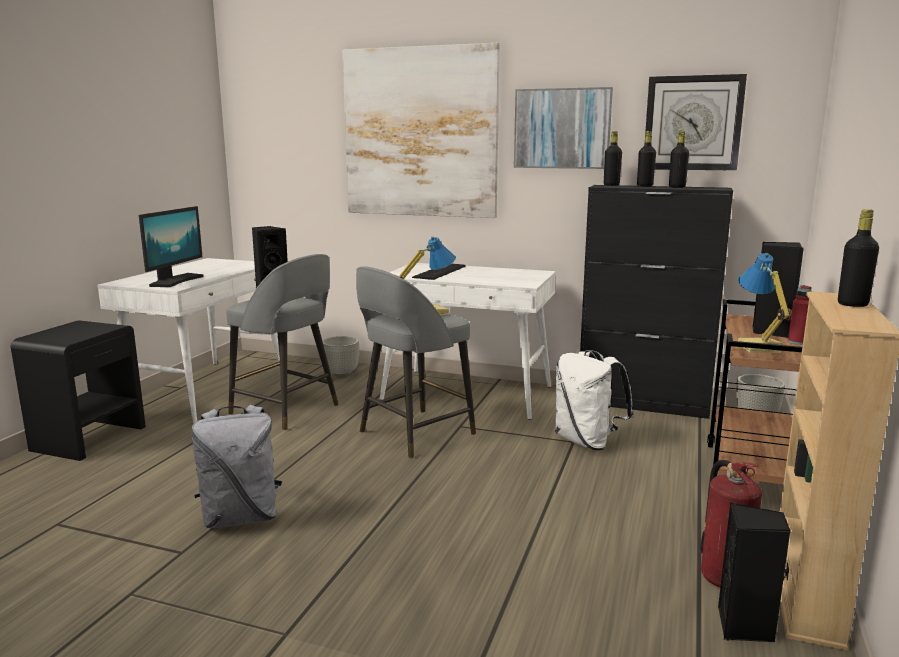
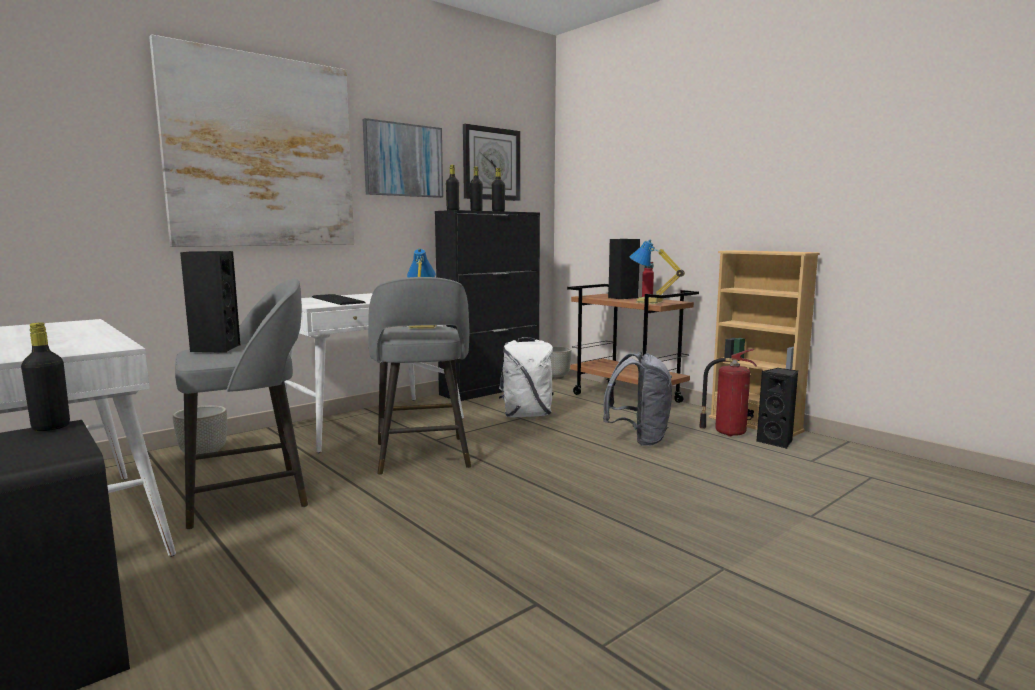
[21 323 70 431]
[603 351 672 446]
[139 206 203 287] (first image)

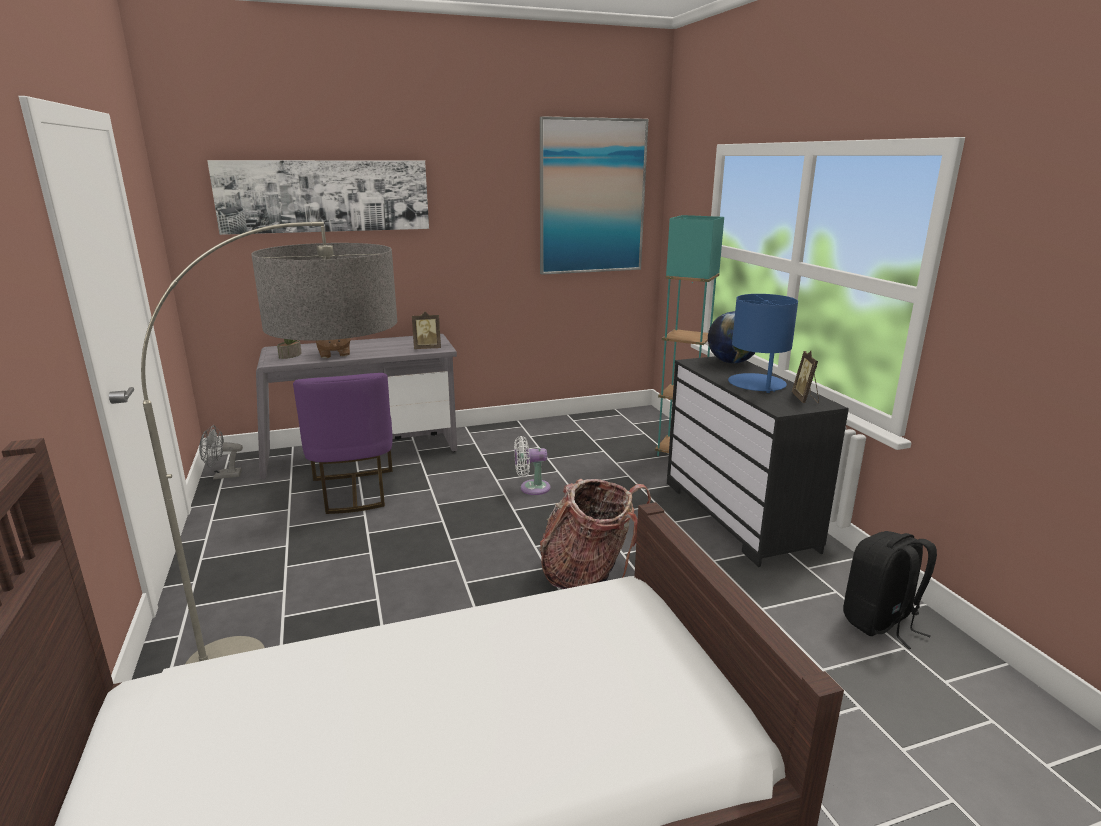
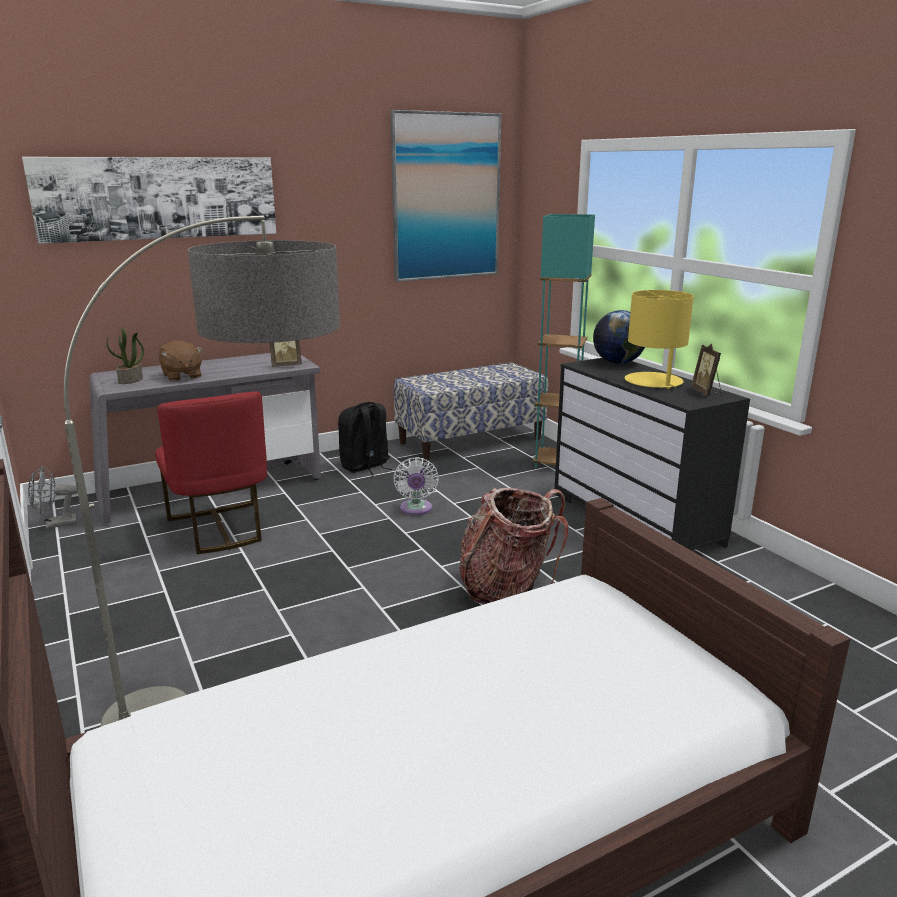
[155 391 267 554]
[338 402 392 476]
[393 457 439 515]
[394 362 549 461]
[624 290 694 389]

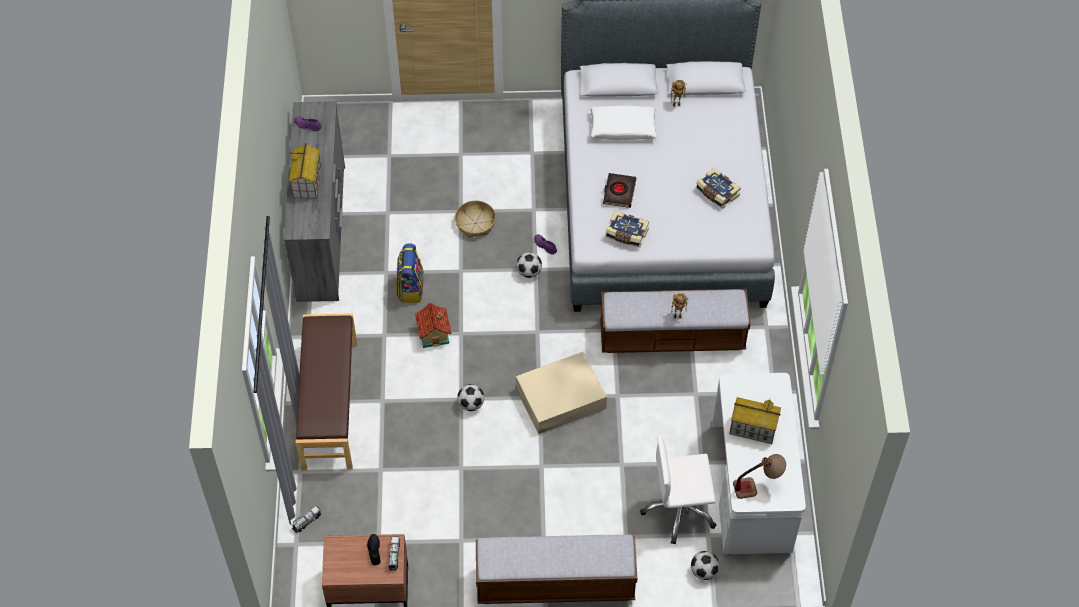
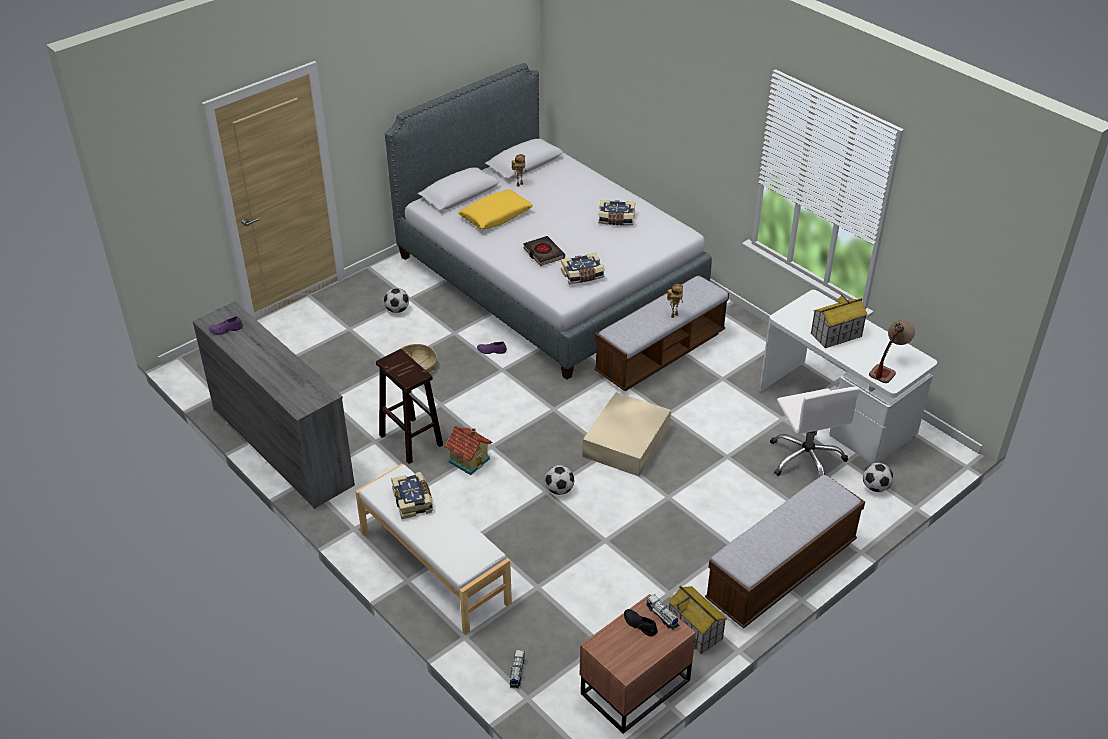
[355 464 512 635]
[376 349 443 464]
[384 288 409 313]
[391 472 433 519]
[458 190 533 229]
[668 586 727 654]
[770 386 860 477]

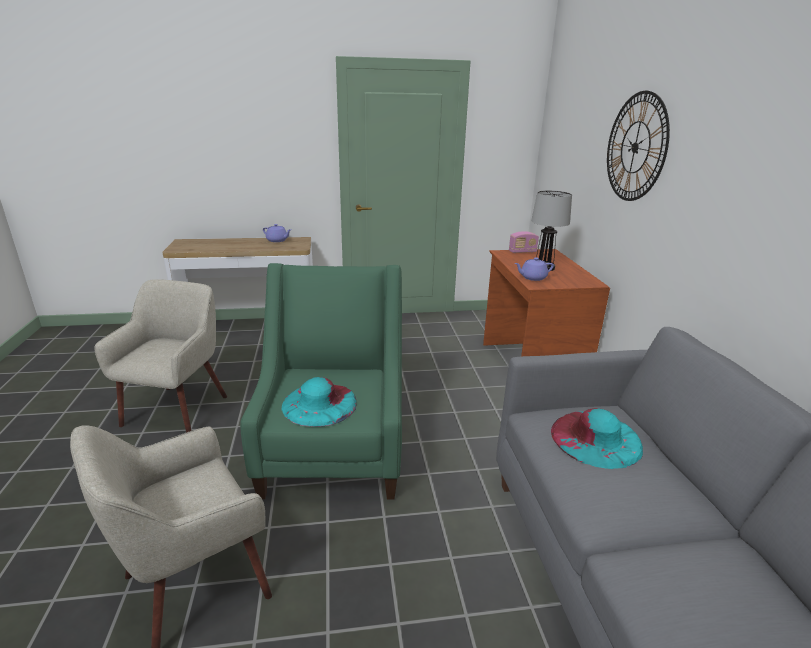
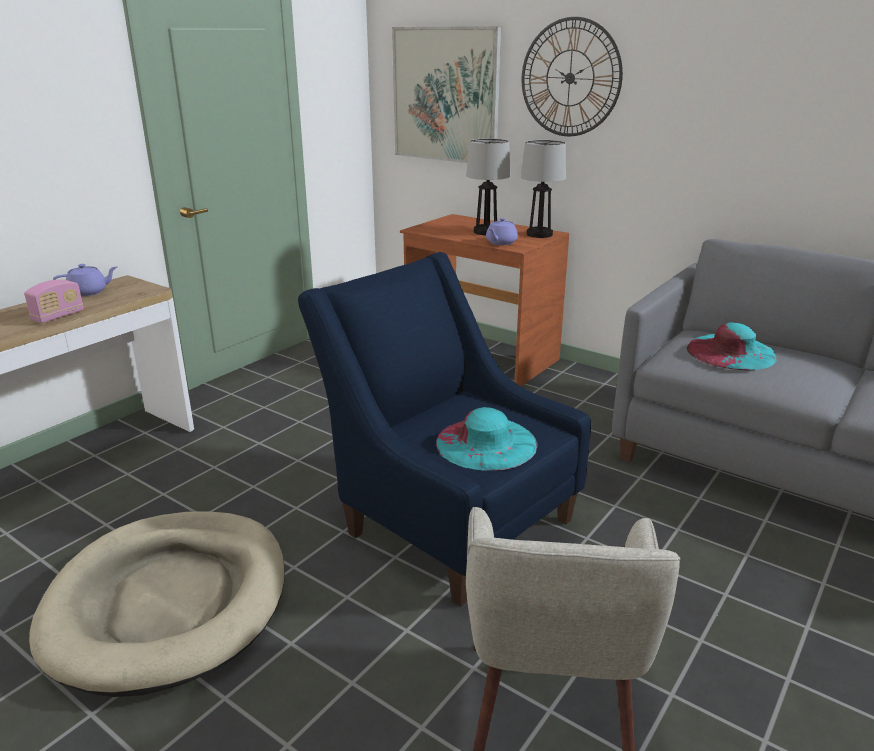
[24 279 84 323]
[29 511 285 697]
[298 252 591 607]
[392 26 501 163]
[521 140 566 238]

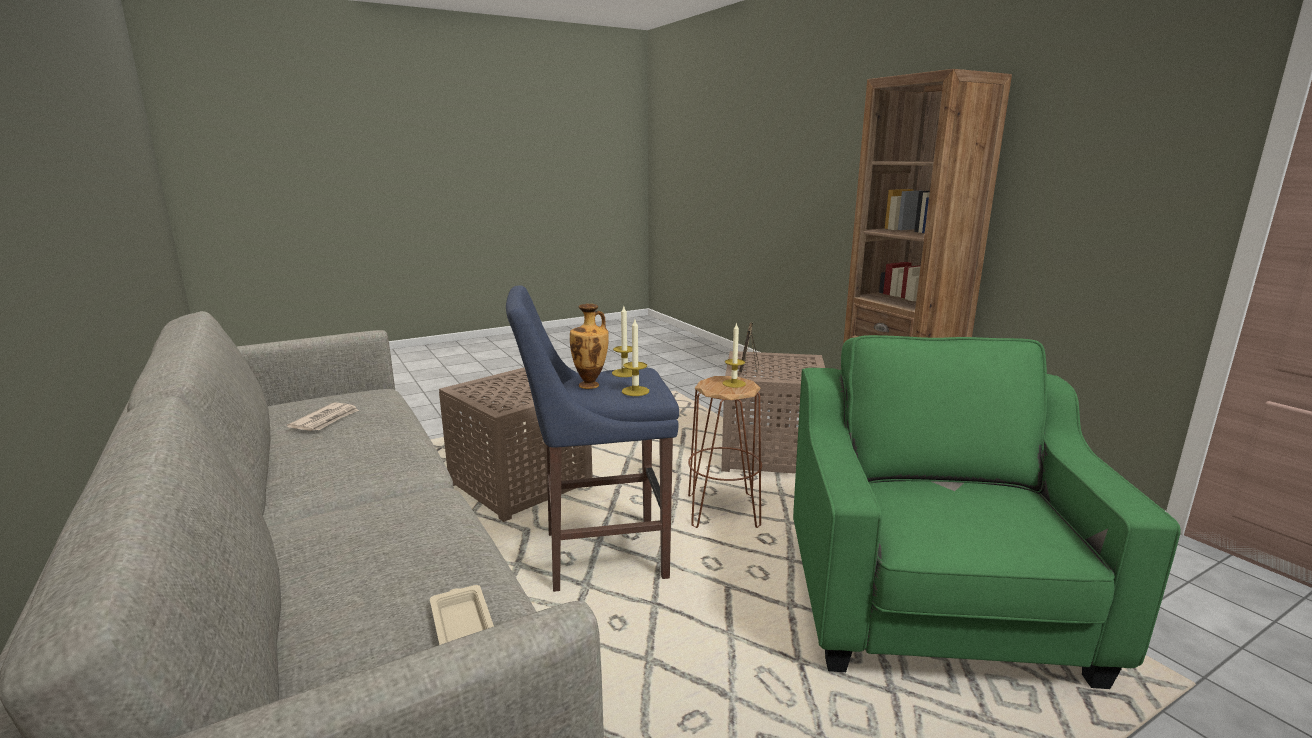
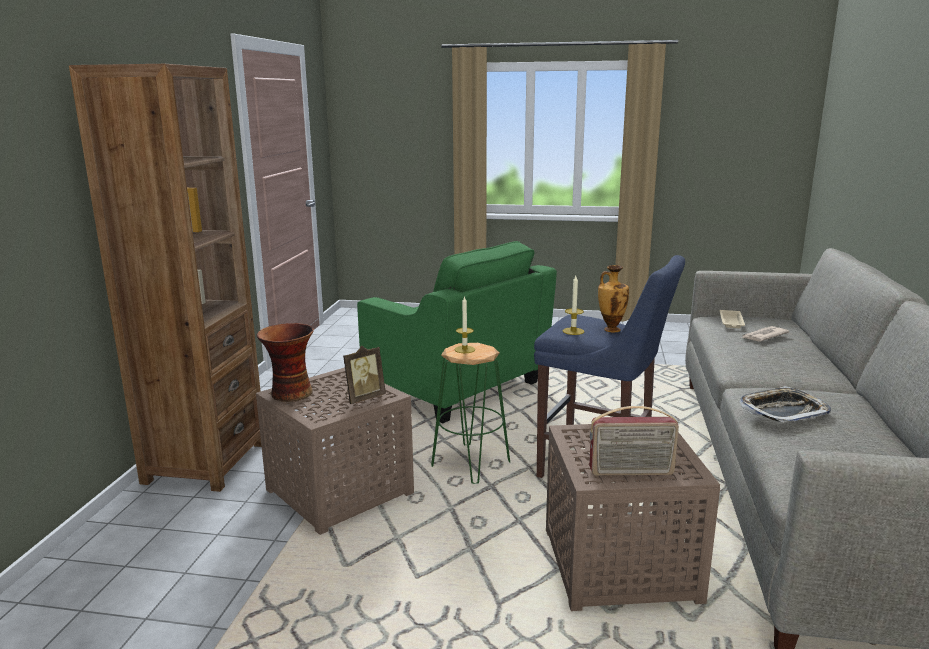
[257 323 314 402]
[357 241 557 423]
[431 343 510 484]
[589 406 679 476]
[739 386 831 423]
[742 326 789 342]
[622 319 649 396] (first image)

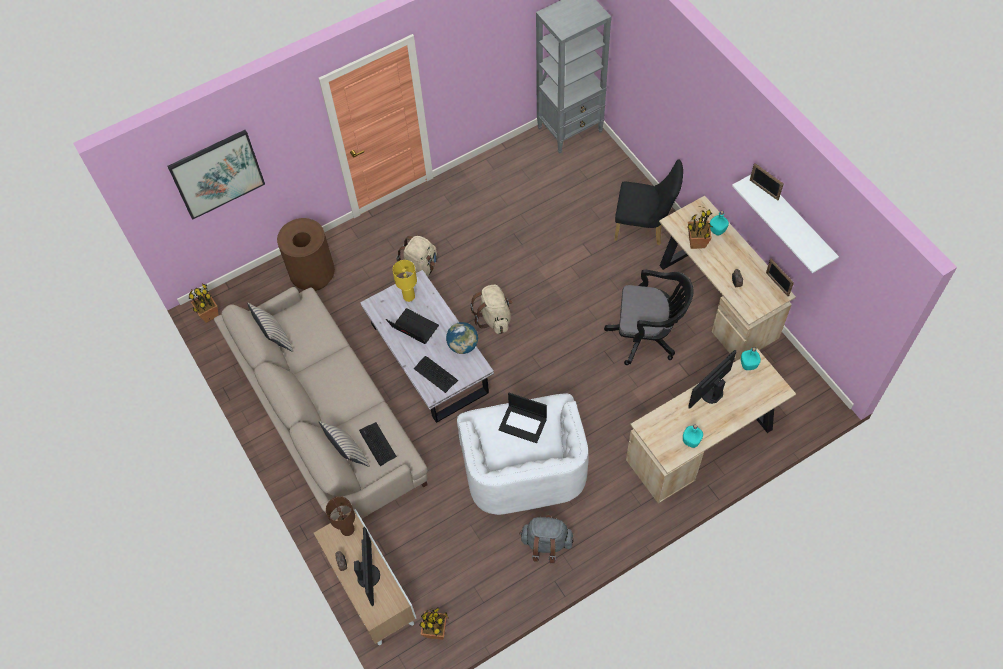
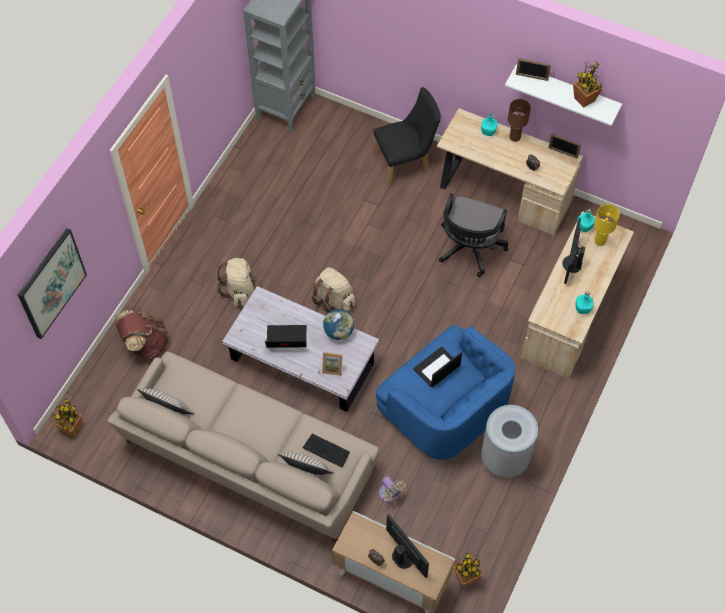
[115 310 169 360]
[322 352 343 376]
[376 325 515 460]
[379 476 406 502]
[413 346 462 387]
[439 193 508 277]
[481 405 538 478]
[508 99 531 142]
[573 61 603 108]
[594 204 620 246]

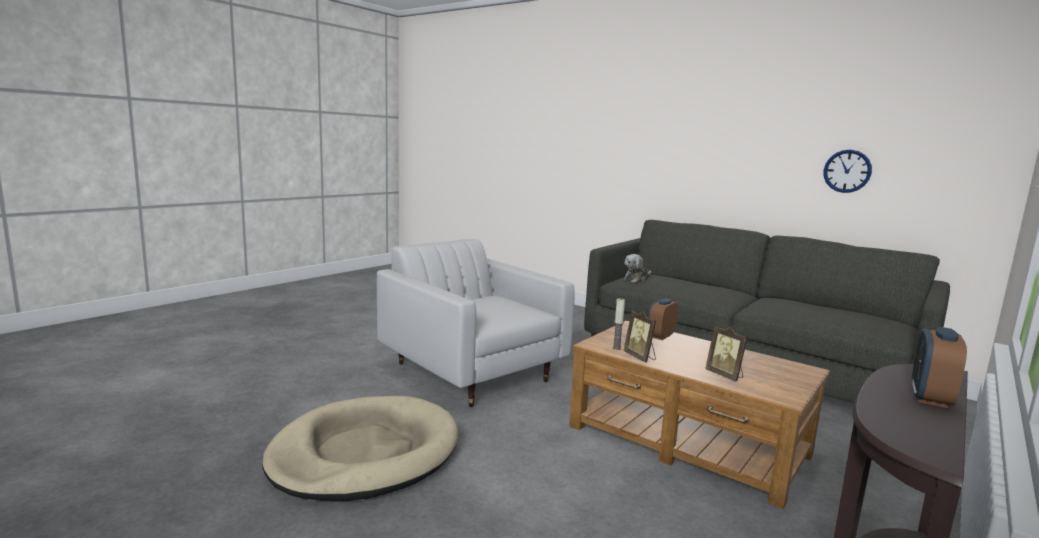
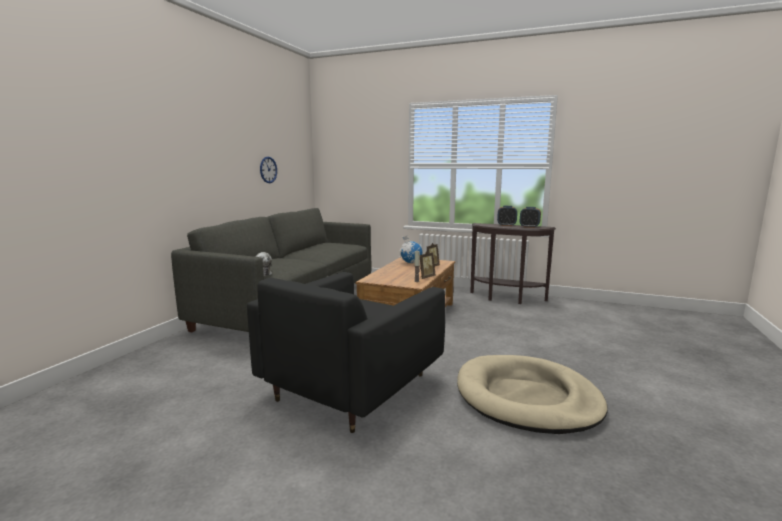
[247 272 445 433]
[400 236 422 263]
[520 207 541 228]

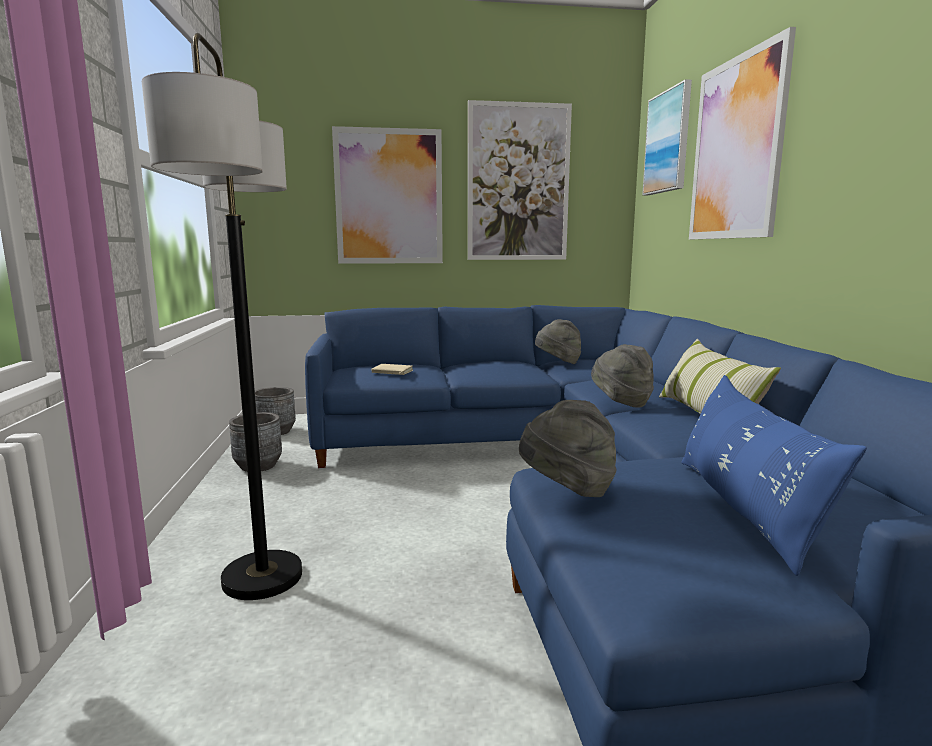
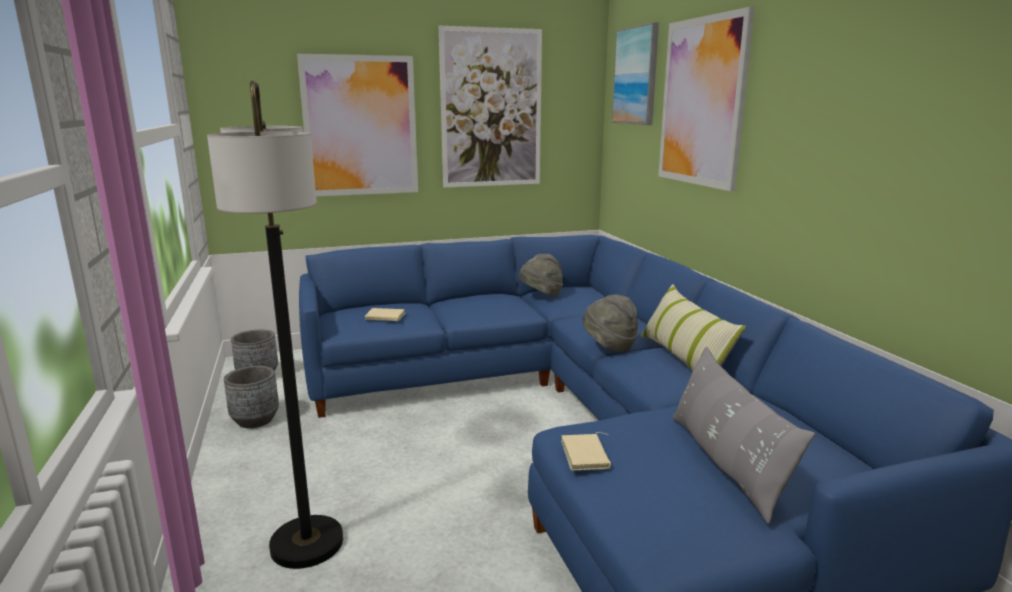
[561 432 611 471]
[673 347 815 524]

